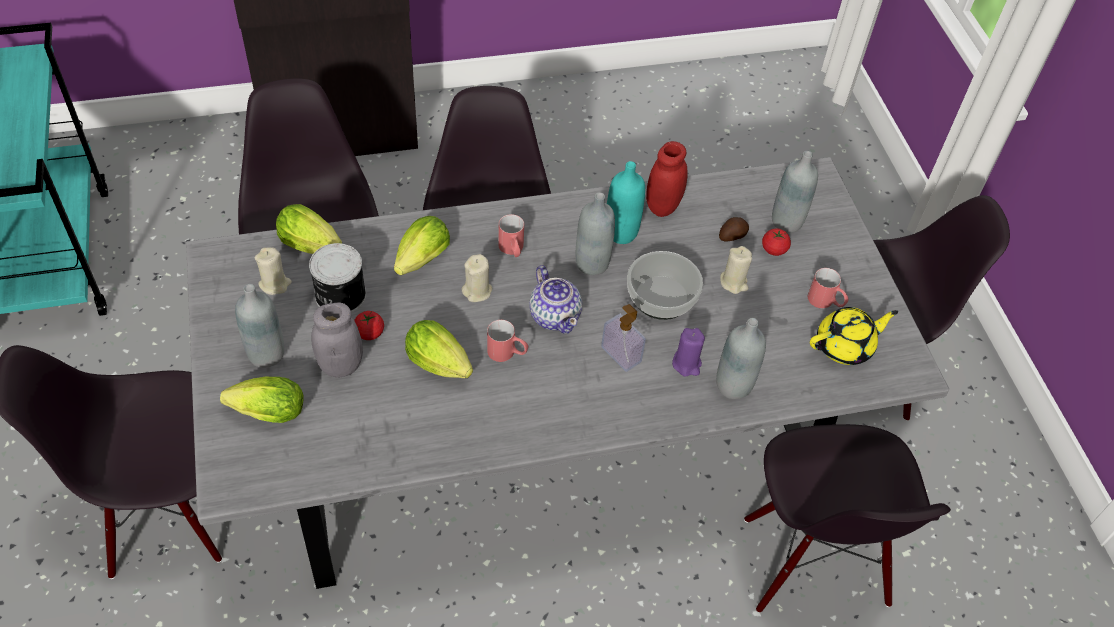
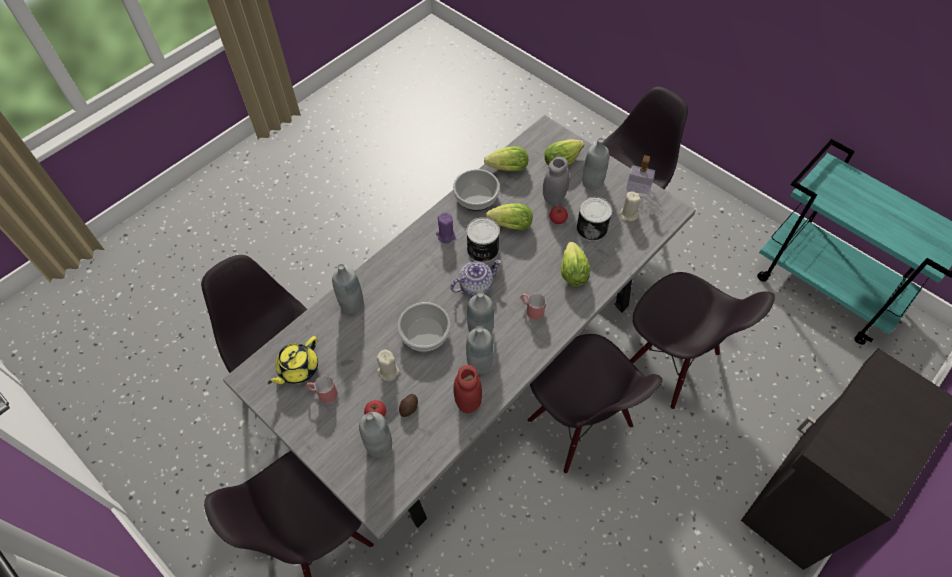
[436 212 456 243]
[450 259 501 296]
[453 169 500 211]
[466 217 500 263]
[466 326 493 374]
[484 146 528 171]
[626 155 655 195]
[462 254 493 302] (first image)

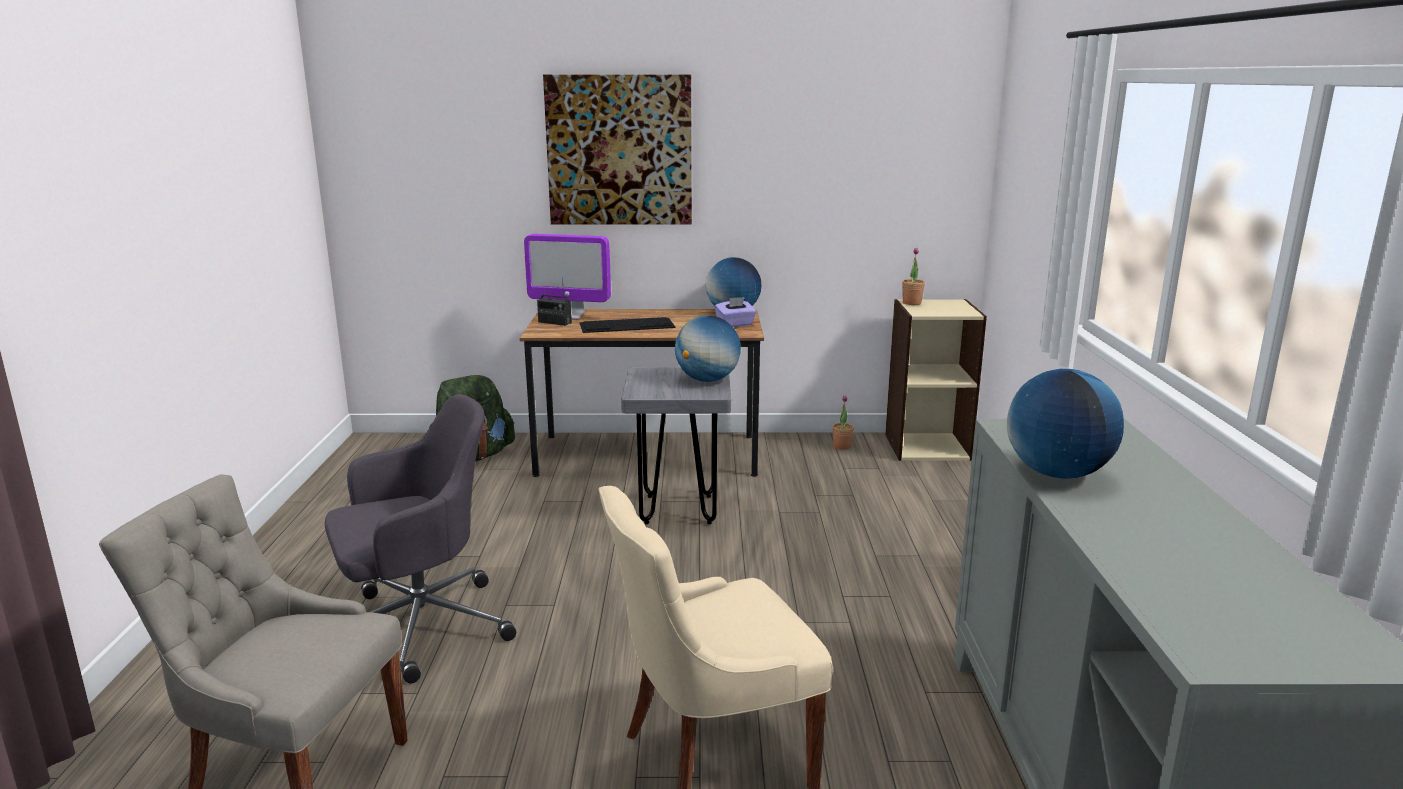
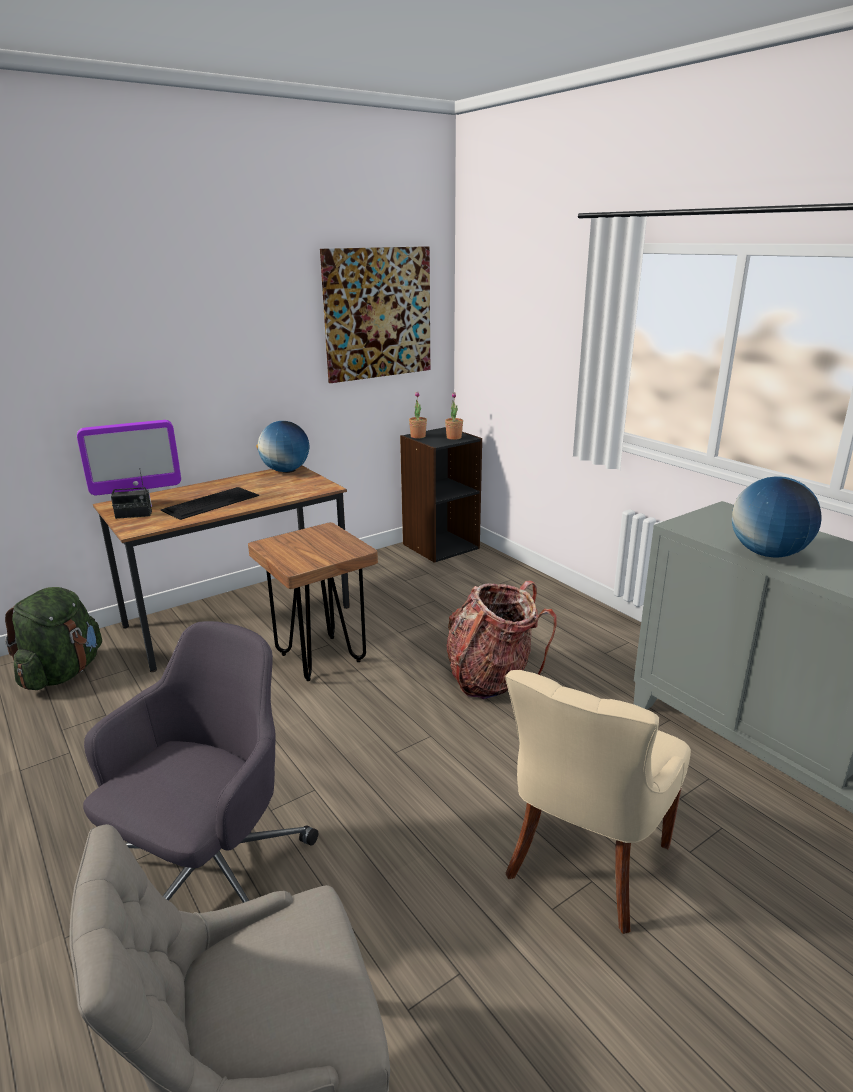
[248 522 378 681]
[320 246 430 383]
[400 427 482 563]
[445 392 463 440]
[446 580 557 699]
[675 316 741 382] (first image)
[714 297 757 327] (first image)

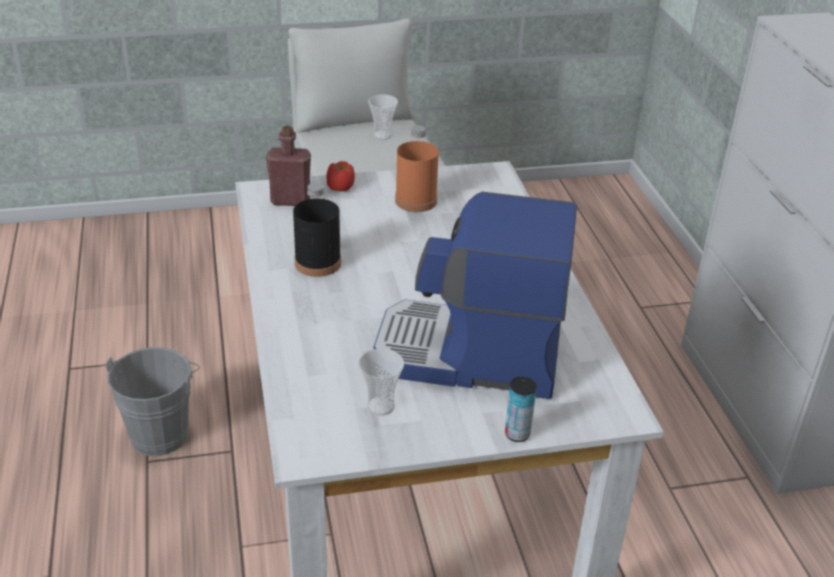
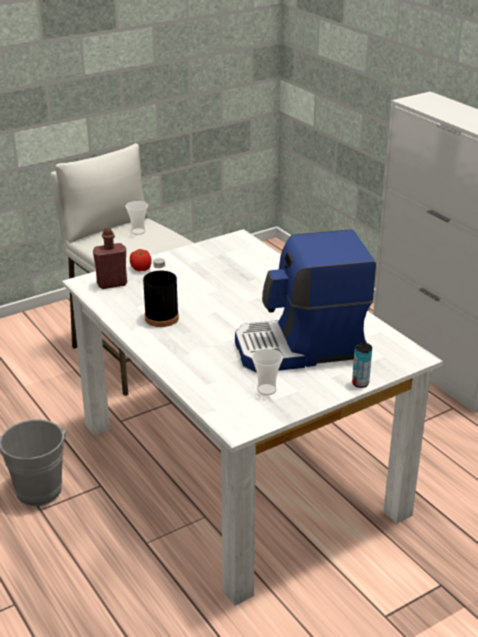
[395 125 439 212] (first image)

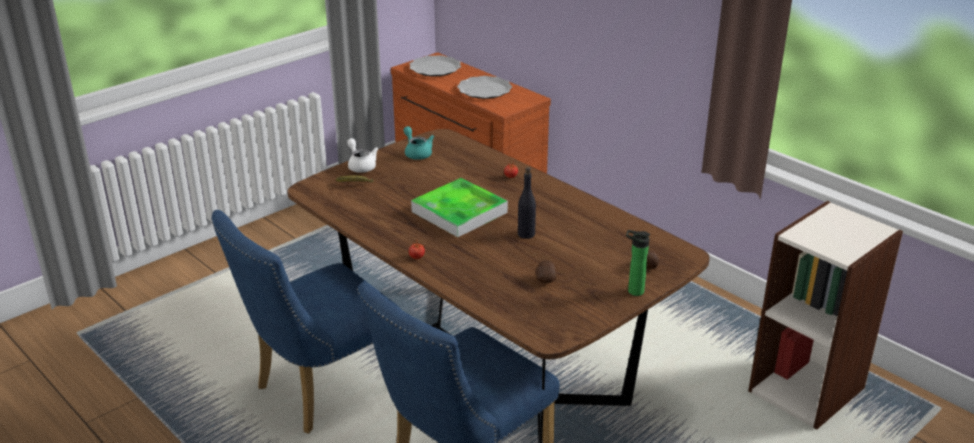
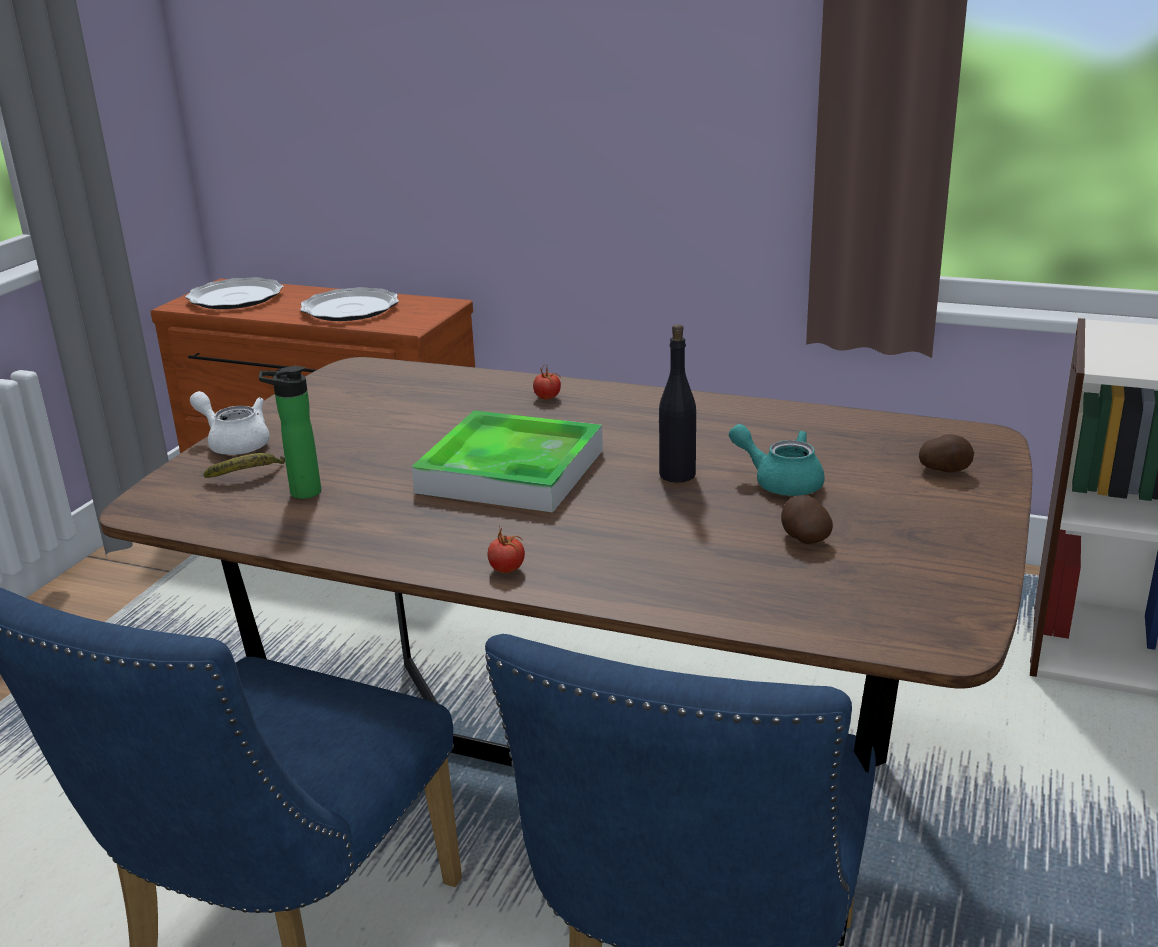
[259 366 321 499]
[729 424 825 496]

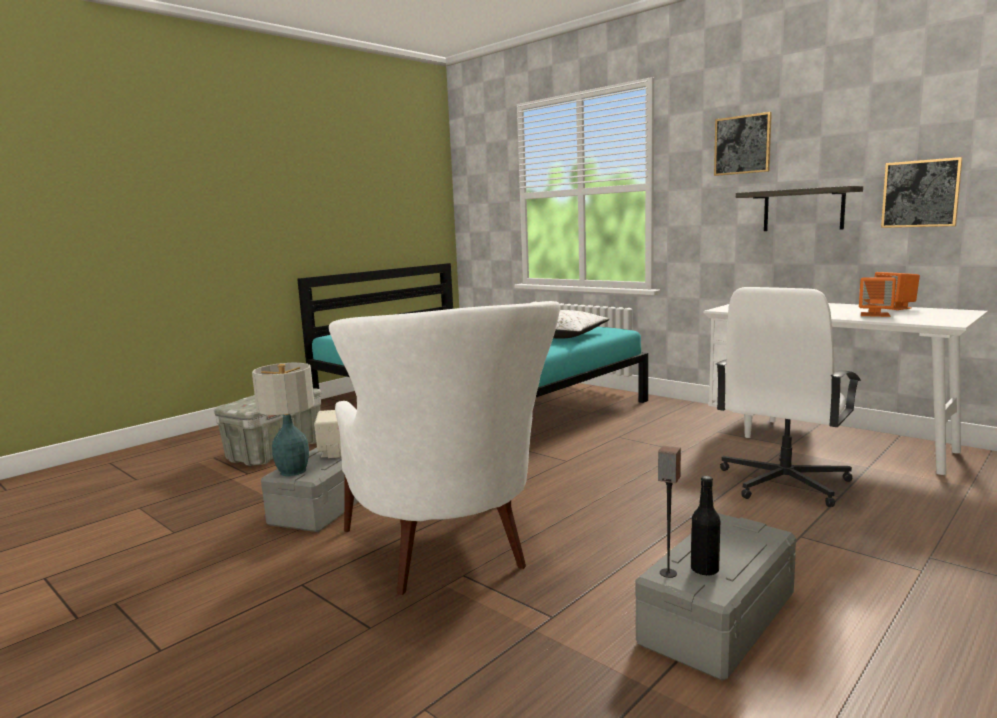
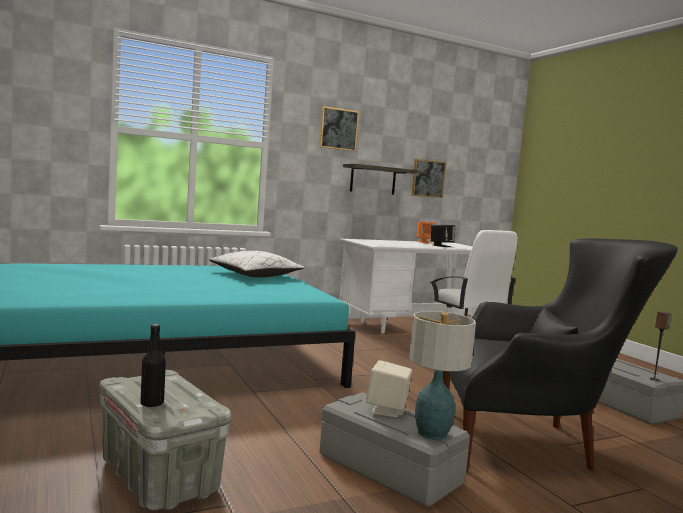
[140 324 166 407]
[431 225 455 247]
[443 238 677 472]

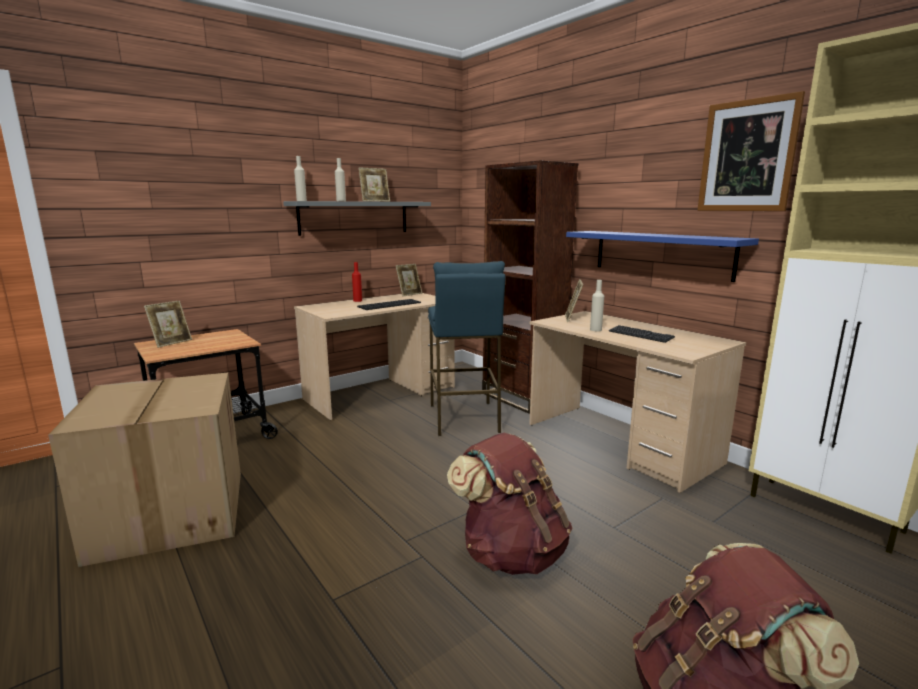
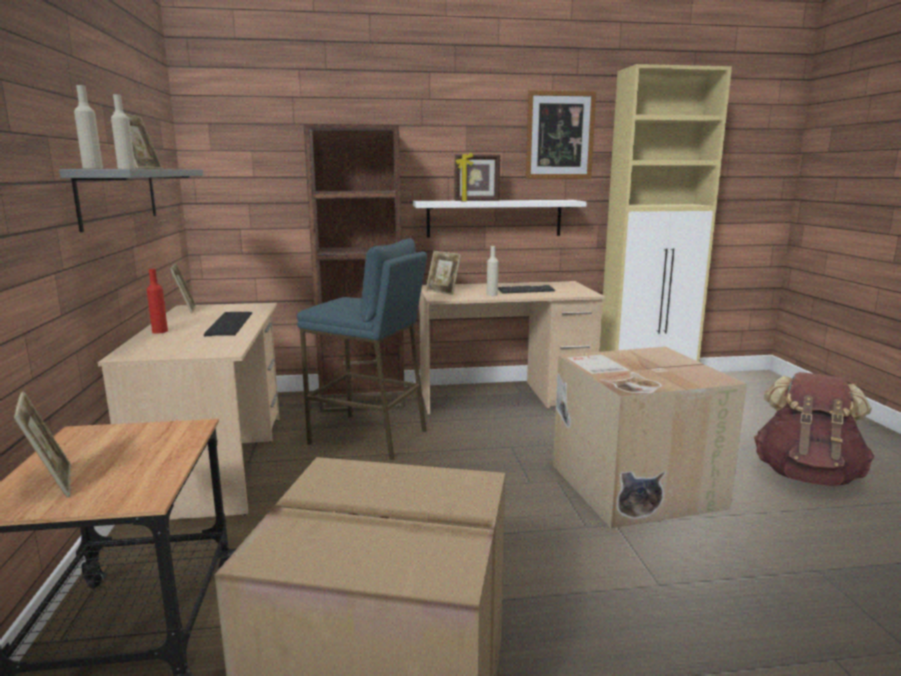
[413 200 587 238]
[455 152 500 202]
[553 347 747 528]

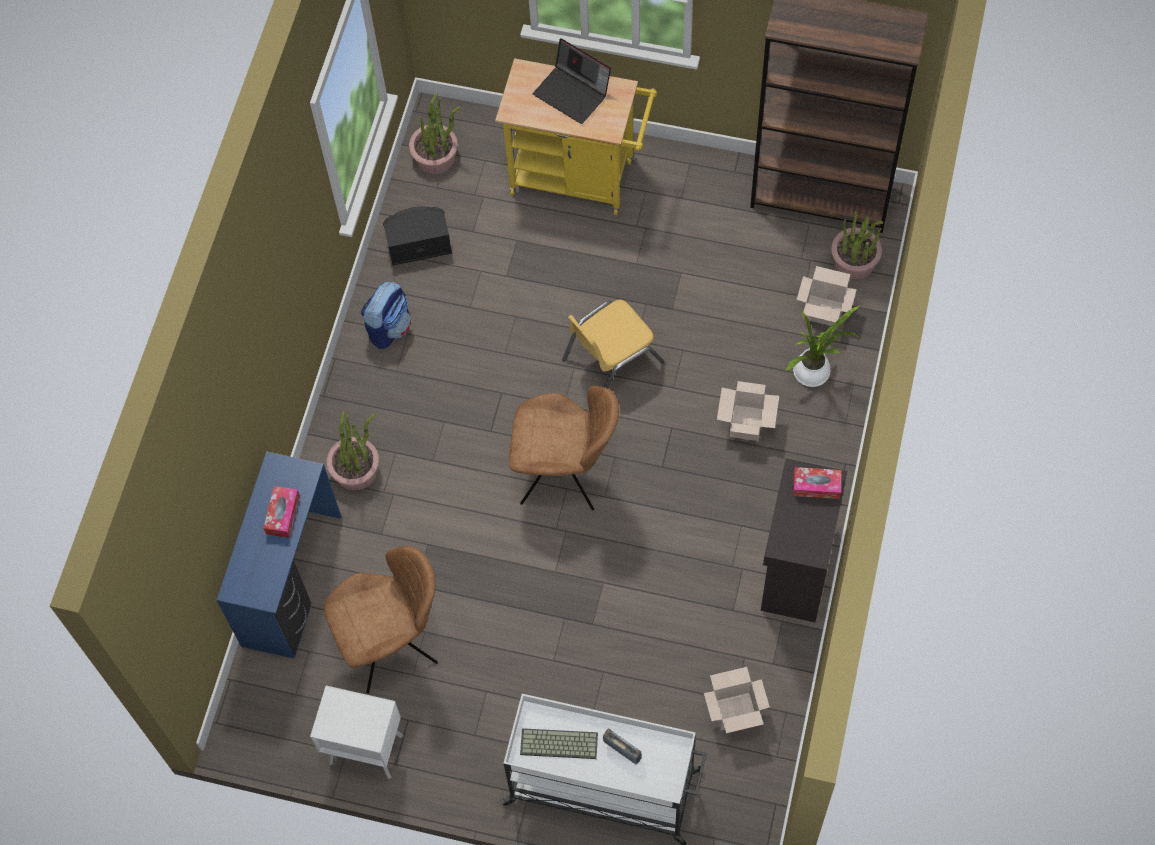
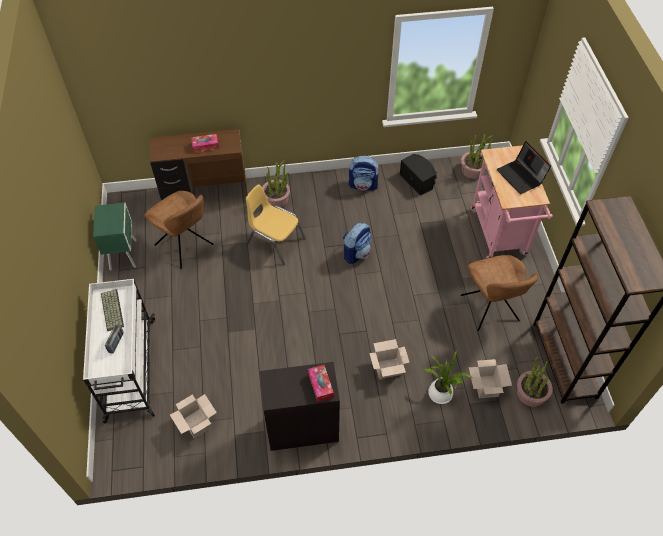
[93 203 137 271]
[150 129 248 201]
[246 184 306 265]
[343 223 372 264]
[461 255 538 331]
[470 145 552 258]
[497 141 551 194]

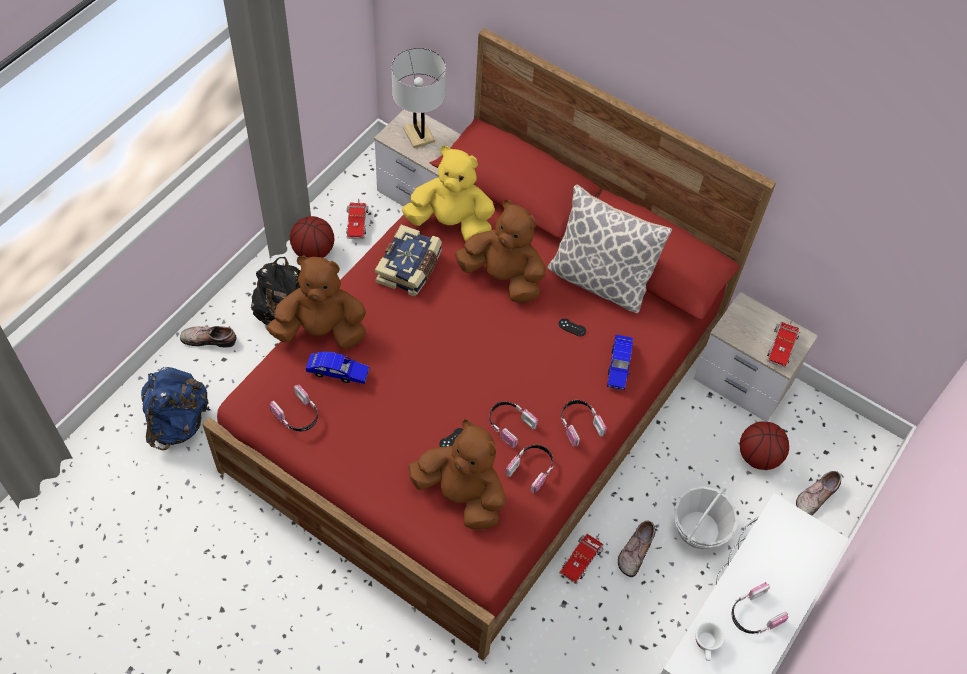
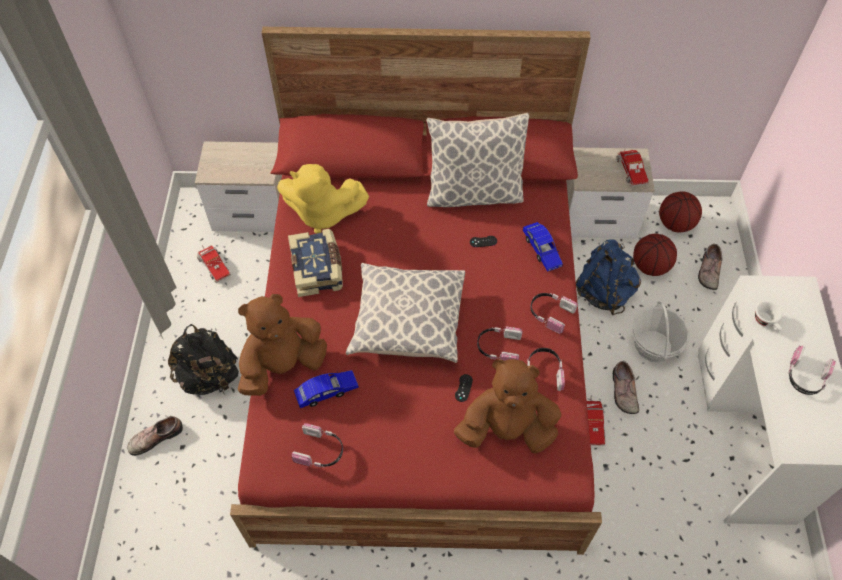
[277 164 369 233]
[346 263 465 363]
[576 239 641 315]
[659 191 702 232]
[755 301 782 331]
[391 48 446 148] (first image)
[455 200 546 303] (first image)

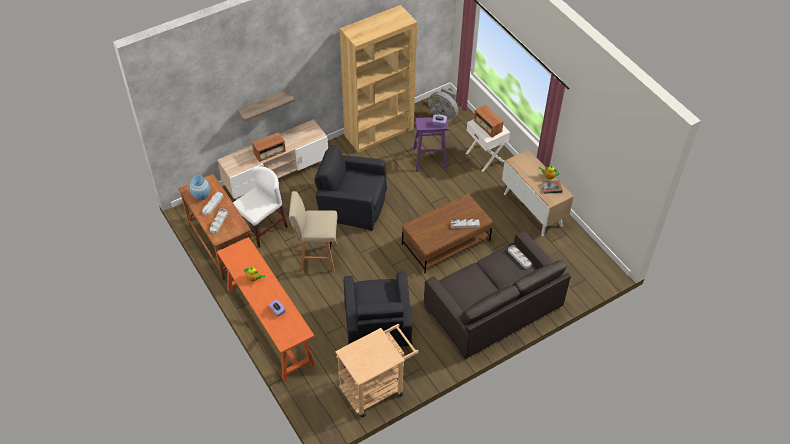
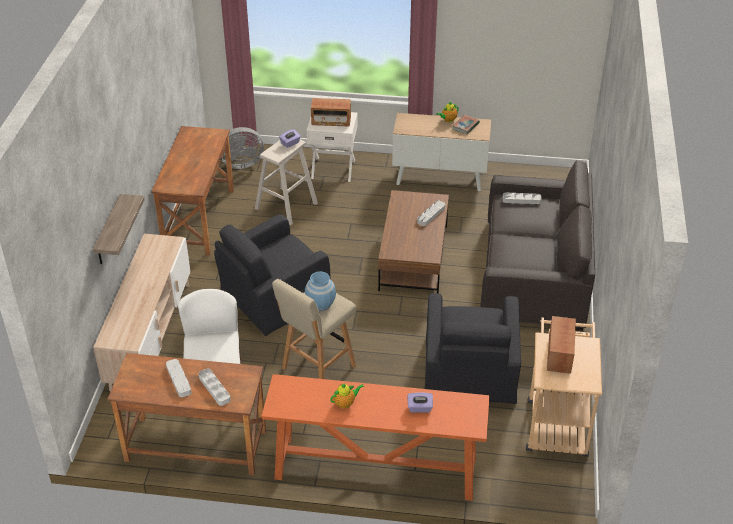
[151 126 234 256]
[255 139 318 226]
[305 271 336 311]
[425 293 521 404]
[547 316 576 374]

